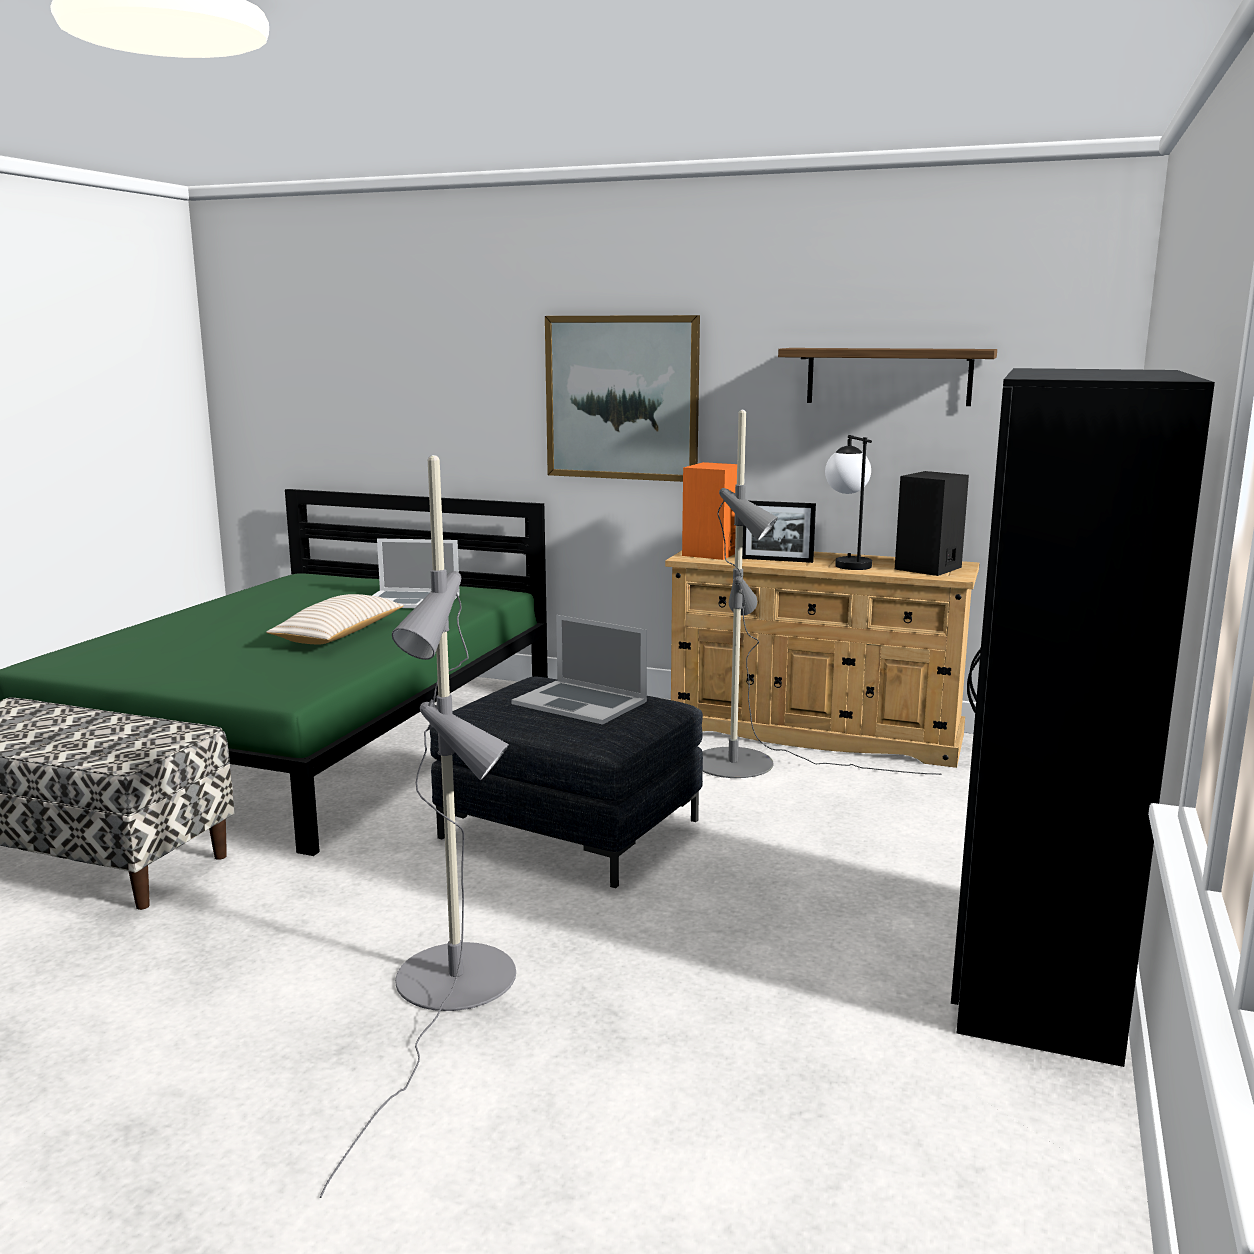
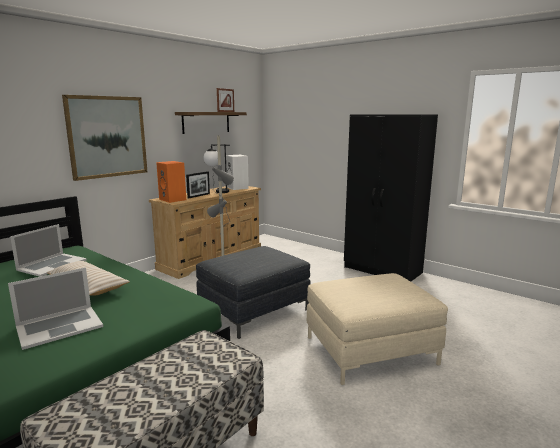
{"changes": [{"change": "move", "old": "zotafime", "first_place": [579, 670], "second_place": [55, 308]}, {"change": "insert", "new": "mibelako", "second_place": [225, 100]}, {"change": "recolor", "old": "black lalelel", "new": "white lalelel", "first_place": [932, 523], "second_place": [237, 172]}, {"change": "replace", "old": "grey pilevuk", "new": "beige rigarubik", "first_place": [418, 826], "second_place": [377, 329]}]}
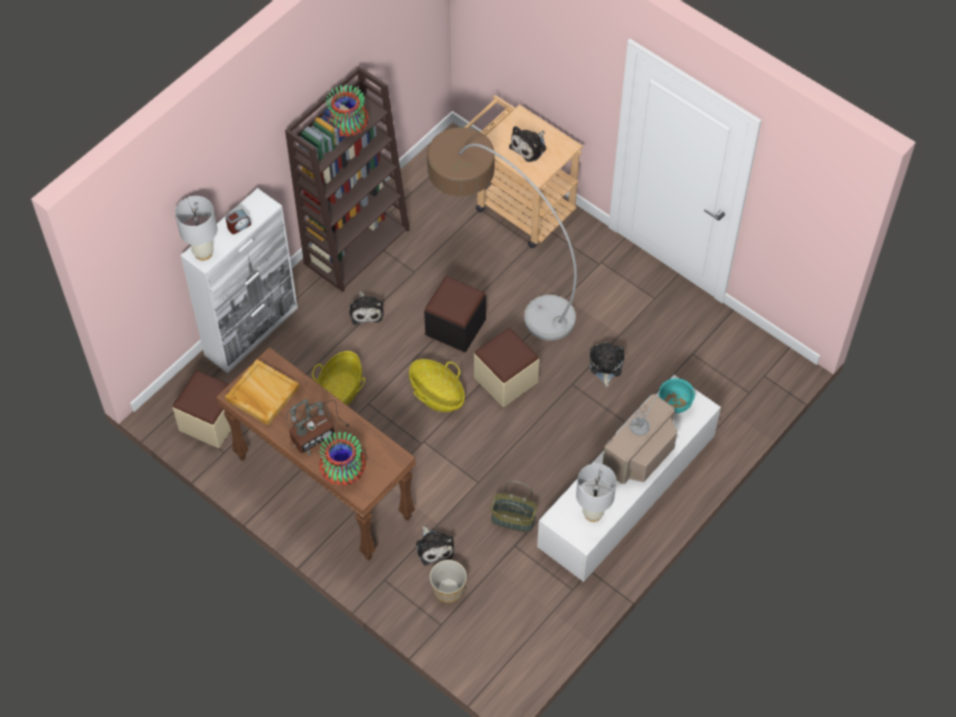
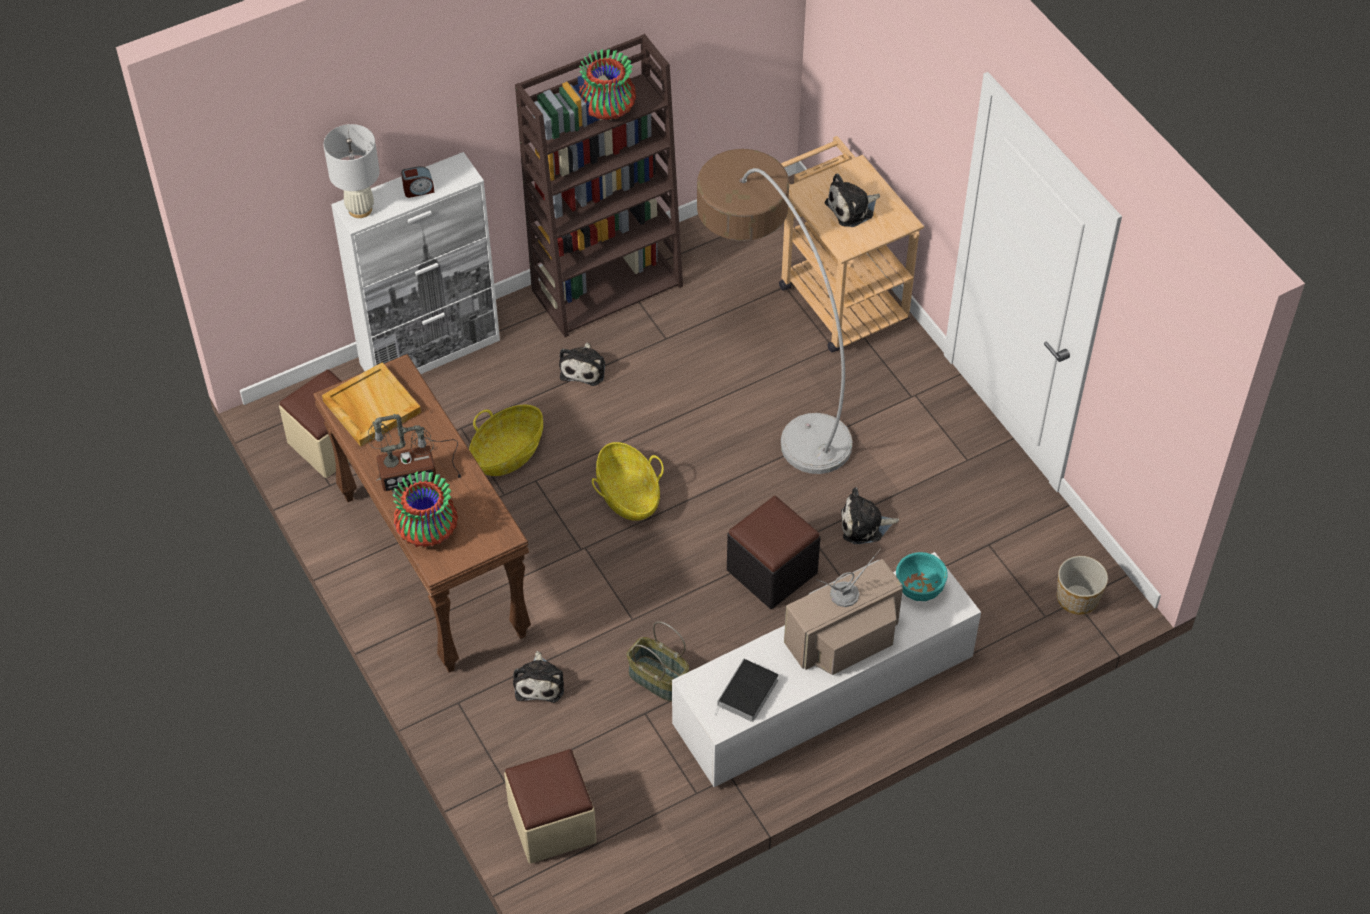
{"changes": [{"change": "move", "old": "beige rigarubik", "first_place": [506, 367], "second_place": [550, 806]}, {"change": "replace", "old": "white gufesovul", "new": "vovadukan", "first_place": [596, 492], "second_place": [747, 690]}, {"change": "move", "old": "black rigarubik", "first_place": [455, 314], "second_place": [773, 552]}, {"change": "rotate", "old": "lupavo", "first_place": [607, 364], "second_place": [870, 515], "degrees": -120}, {"change": "move", "old": "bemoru", "first_place": [448, 581], "second_place": [1082, 585]}]}
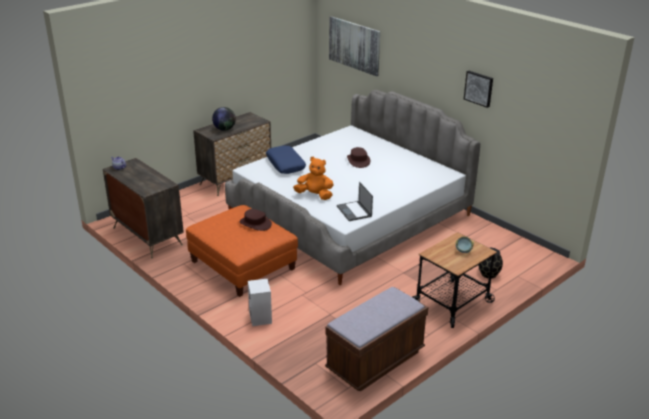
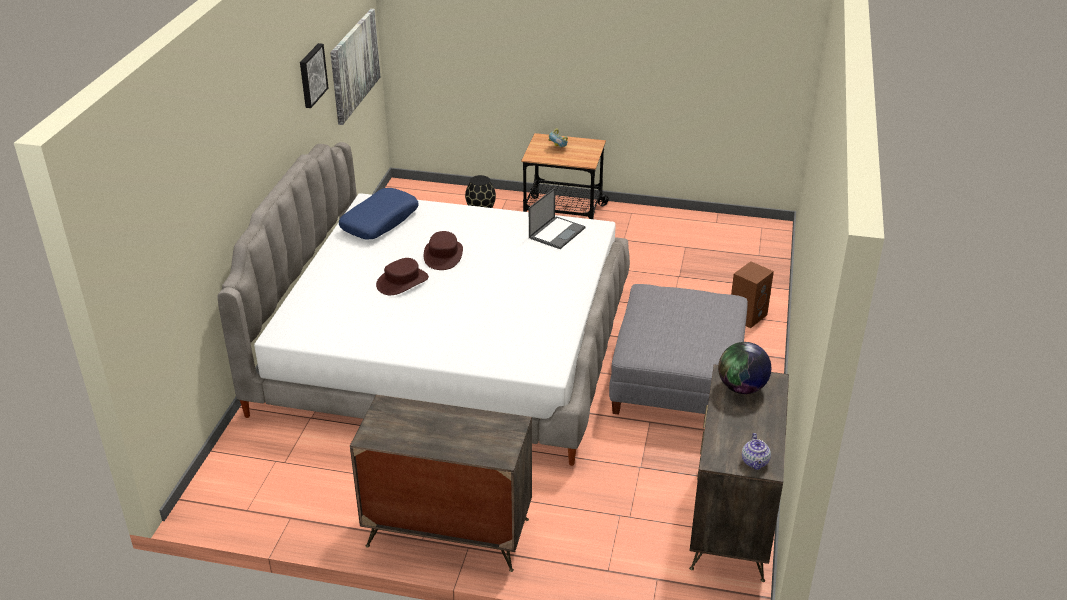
{"changes": [{"change": "move", "old": "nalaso", "first_place": [354, 46], "second_place": [355, 67]}, {"change": "move", "old": "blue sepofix", "first_place": [286, 160], "second_place": [379, 214]}, {"change": "move", "old": "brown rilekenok", "first_place": [256, 220], "second_place": [443, 250]}, {"change": "recolor", "old": "orange rigarubik", "new": "grey rigarubik", "first_place": [242, 251], "second_place": [678, 349]}, {"change": "move", "old": "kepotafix", "first_place": [224, 119], "second_place": [744, 368]}, {"change": "recolor", "old": "white lalelel", "new": "brown lalelel", "first_place": [260, 302], "second_place": [752, 294]}, {"change": "delete", "old": "orange lupavo", "first_place": [313, 178]}, {"change": "delete", "old": "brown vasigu", "first_place": [376, 339]}]}
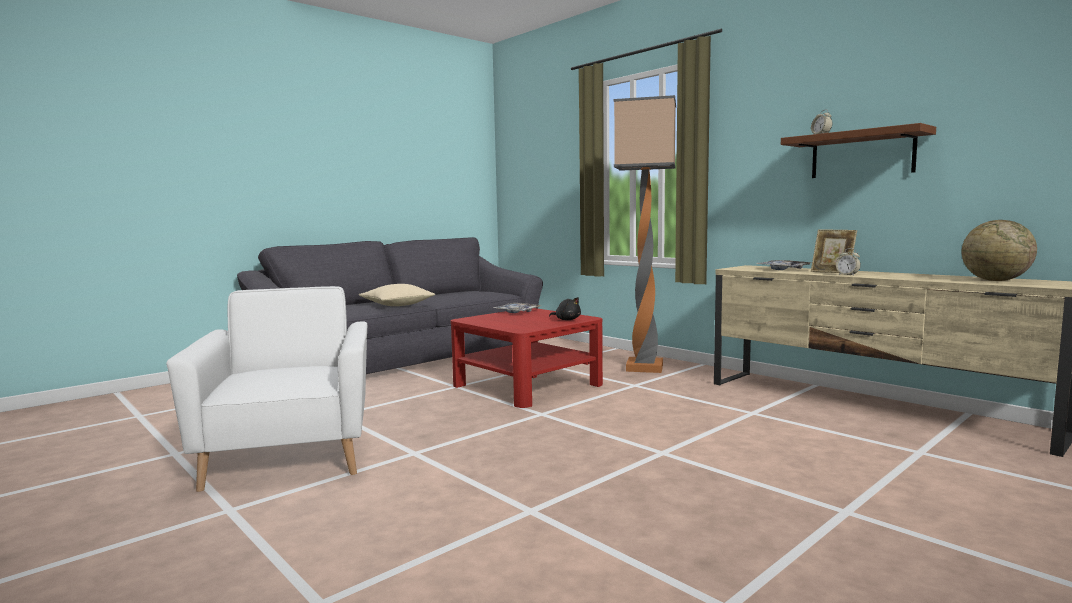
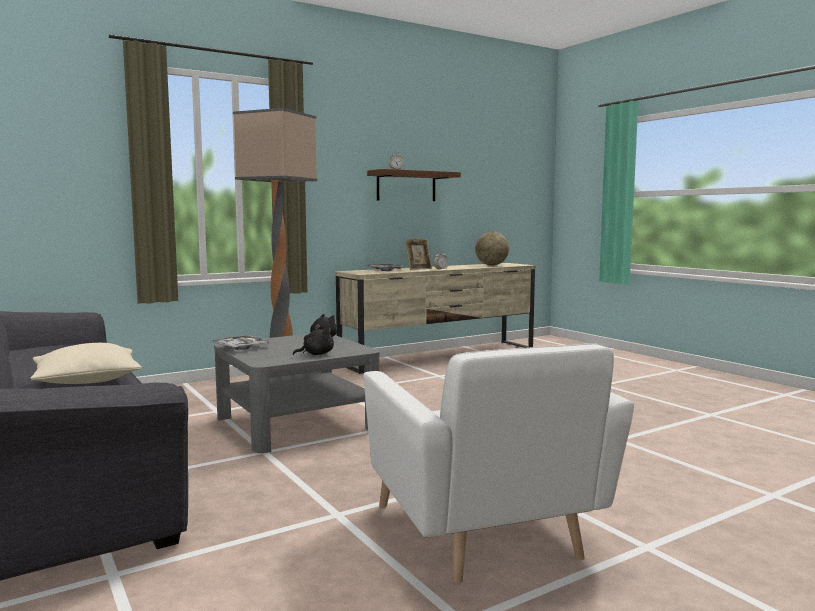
{"changes": [{"change": "recolor", "old": "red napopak", "new": "grey napopak", "first_place": [527, 358], "second_place": [297, 393]}, {"change": "insert", "new": "black lupavo", "second_place": [313, 340]}, {"change": "rotate", "old": "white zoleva", "first_place": [266, 389], "second_place": [498, 463], "degrees": -105}]}
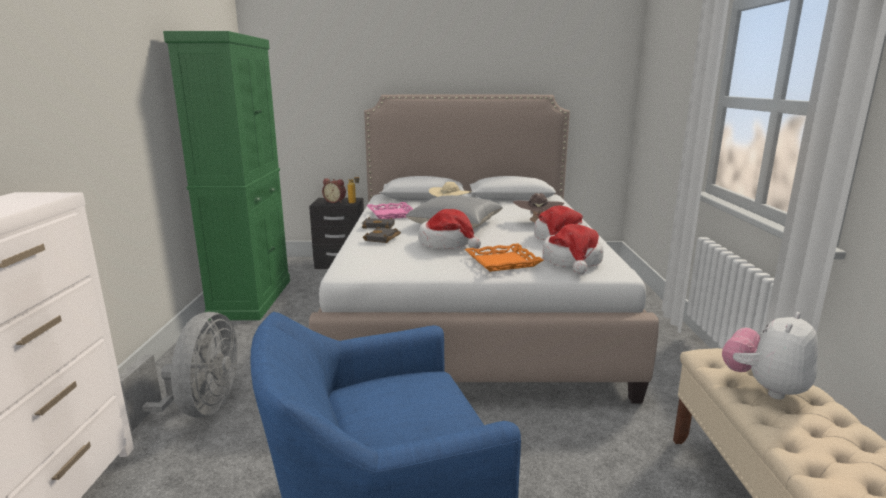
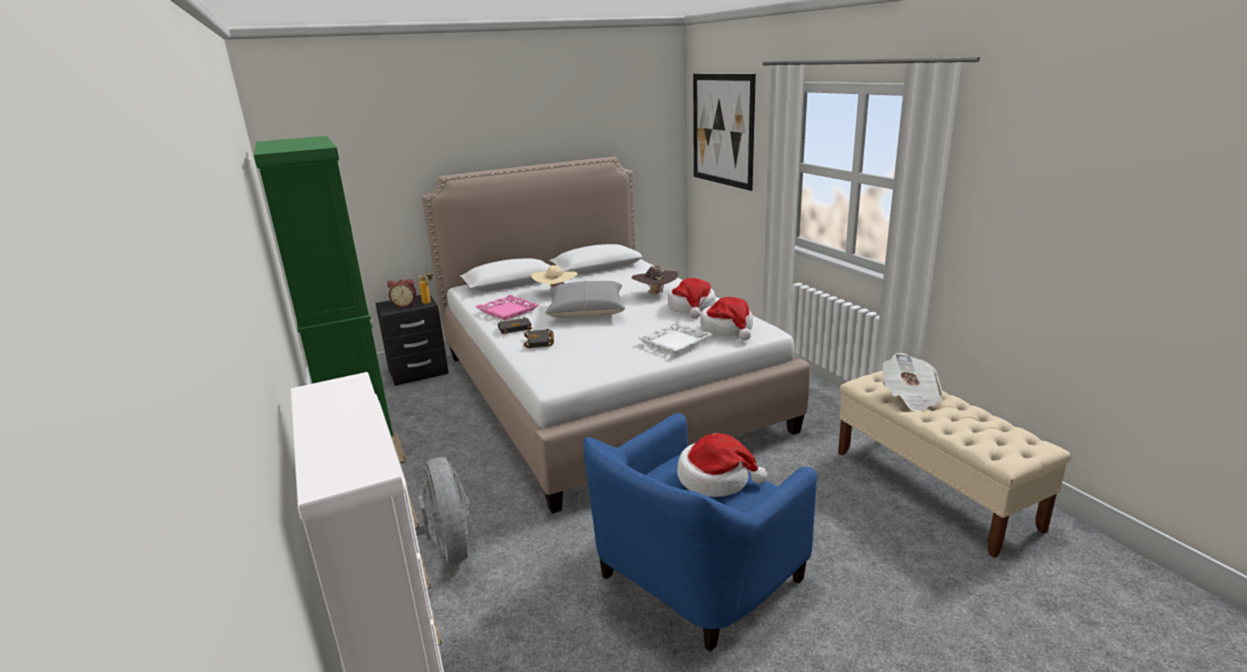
{"changes": [{"change": "recolor", "old": "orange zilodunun", "new": "white zilodunun", "first_place": [504, 257], "second_place": [675, 338]}, {"change": "move", "old": "rilekenok", "first_place": [449, 229], "second_place": [722, 465]}, {"change": "insert", "new": "nalaso", "second_place": [724, 132]}, {"change": "replace", "old": "lupavo", "new": "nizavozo", "first_place": [770, 356], "second_place": [912, 382]}]}
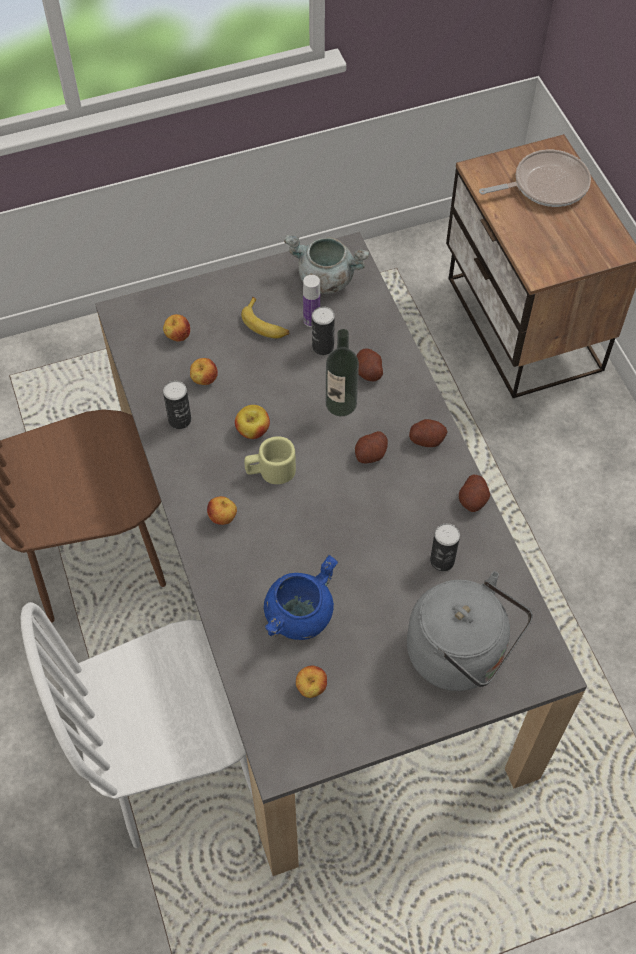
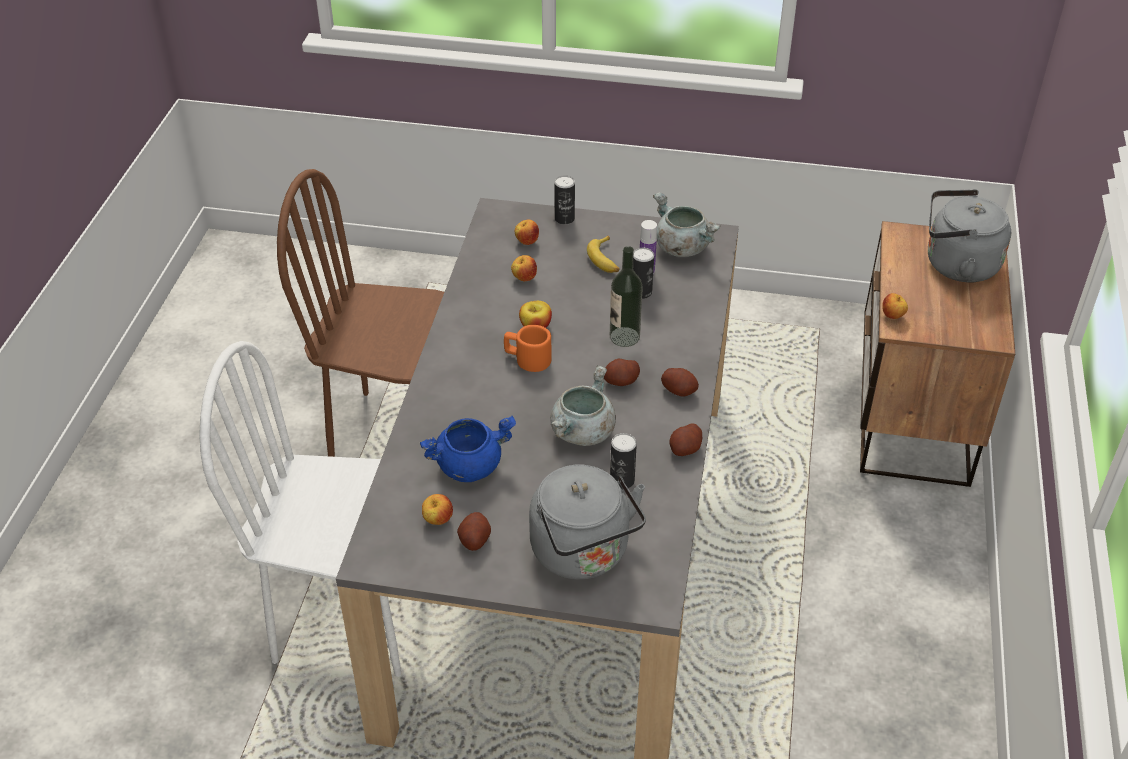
{"changes": [{"change": "move", "old": "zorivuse", "first_place": [370, 364], "second_place": [474, 531]}, {"change": "recolor", "old": "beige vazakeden", "new": "orange vazakeden", "first_place": [270, 460], "second_place": [527, 348]}, {"change": "insert", "new": "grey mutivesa", "second_place": [583, 405]}, {"change": "move", "old": "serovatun", "first_place": [177, 405], "second_place": [564, 200]}, {"change": "move", "old": "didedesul", "first_place": [222, 510], "second_place": [895, 306]}, {"change": "replace", "old": "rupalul", "new": "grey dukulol", "first_place": [535, 178], "second_place": [969, 236]}]}
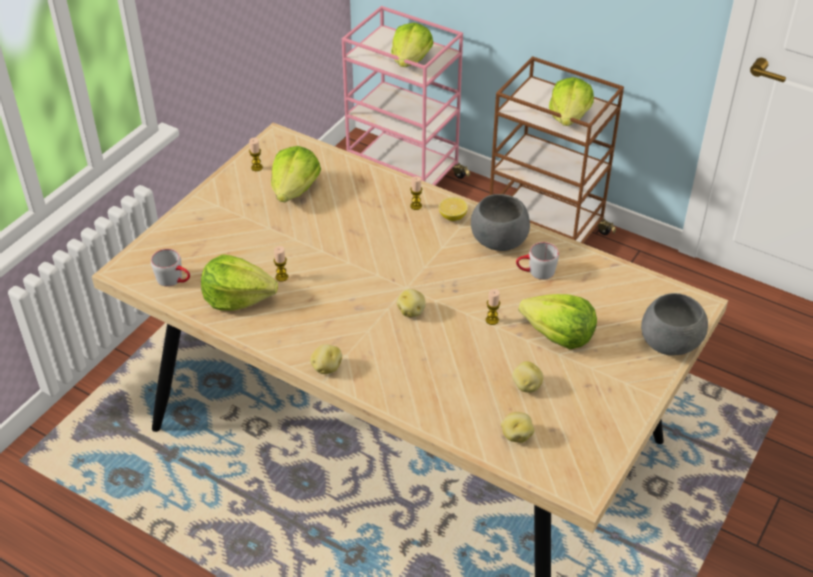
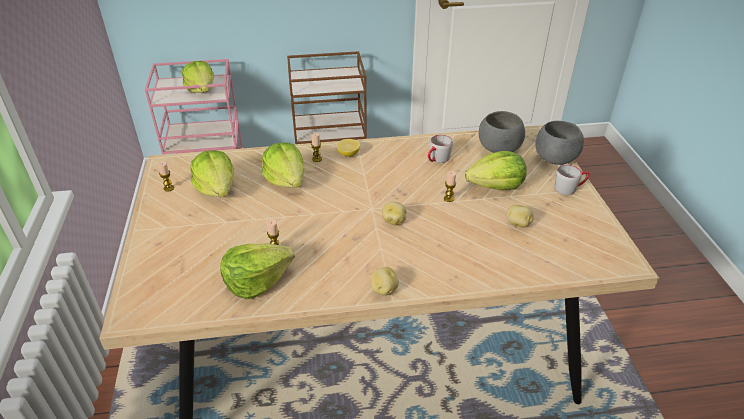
{"changes": [{"change": "move", "old": "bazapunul", "first_place": [571, 101], "second_place": [283, 165]}, {"change": "move", "old": "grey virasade", "first_place": [500, 222], "second_place": [502, 132]}, {"change": "move", "old": "grey vazakeden", "first_place": [170, 268], "second_place": [572, 179]}, {"change": "delete", "old": "zorivuse", "first_place": [518, 427]}]}
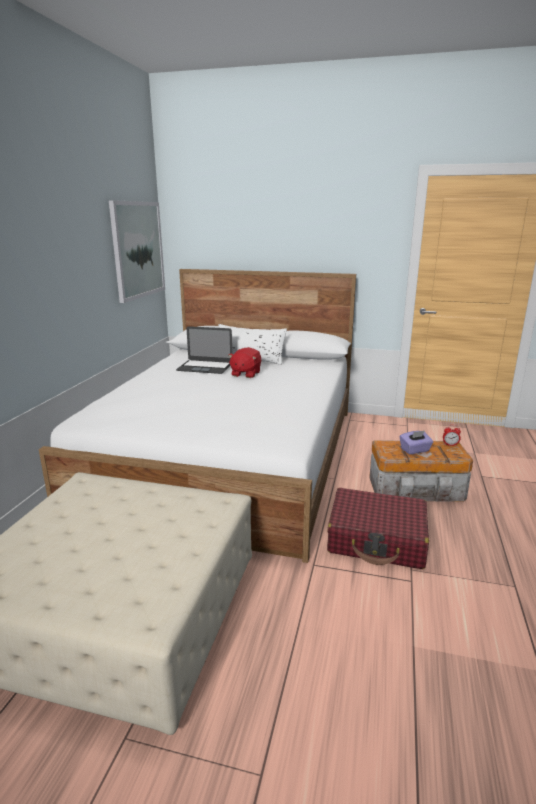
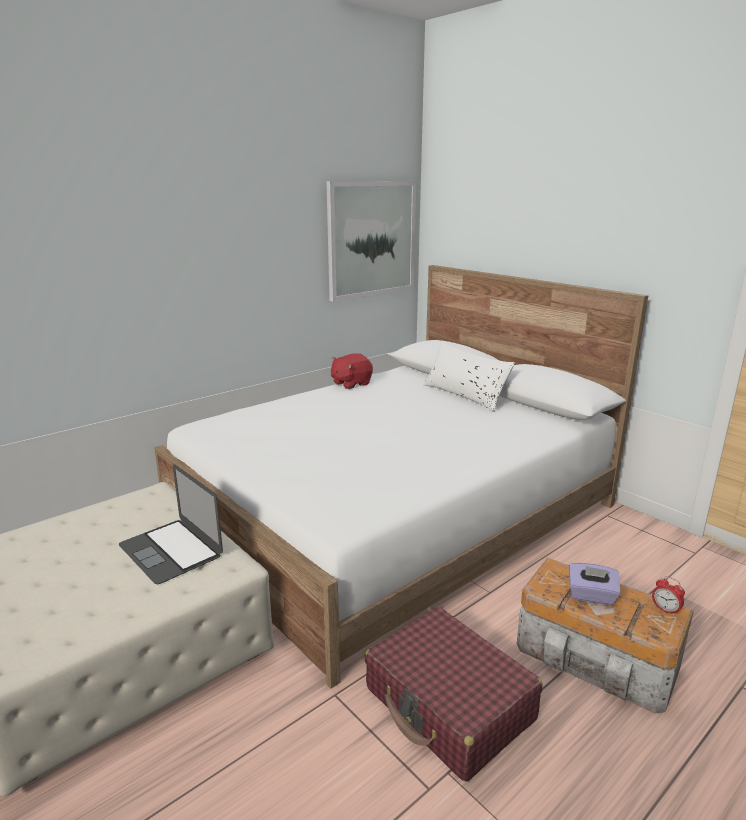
{"changes": [{"change": "move", "old": "zotafime", "first_place": [204, 350], "second_place": [171, 524]}, {"change": "move", "old": "red lupavo", "first_place": [244, 362], "second_place": [352, 371]}]}
